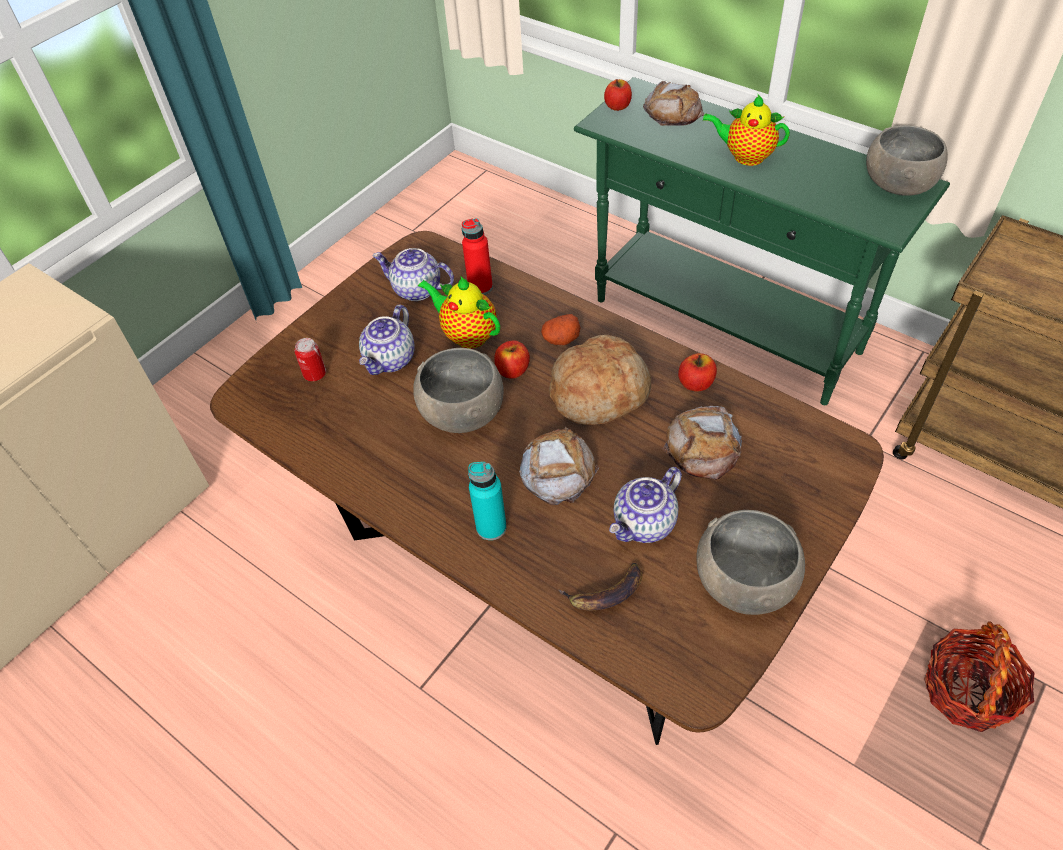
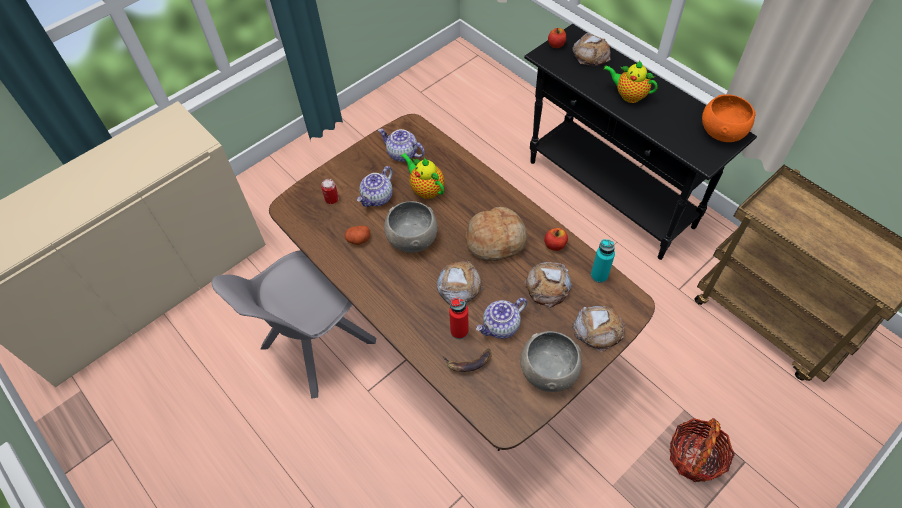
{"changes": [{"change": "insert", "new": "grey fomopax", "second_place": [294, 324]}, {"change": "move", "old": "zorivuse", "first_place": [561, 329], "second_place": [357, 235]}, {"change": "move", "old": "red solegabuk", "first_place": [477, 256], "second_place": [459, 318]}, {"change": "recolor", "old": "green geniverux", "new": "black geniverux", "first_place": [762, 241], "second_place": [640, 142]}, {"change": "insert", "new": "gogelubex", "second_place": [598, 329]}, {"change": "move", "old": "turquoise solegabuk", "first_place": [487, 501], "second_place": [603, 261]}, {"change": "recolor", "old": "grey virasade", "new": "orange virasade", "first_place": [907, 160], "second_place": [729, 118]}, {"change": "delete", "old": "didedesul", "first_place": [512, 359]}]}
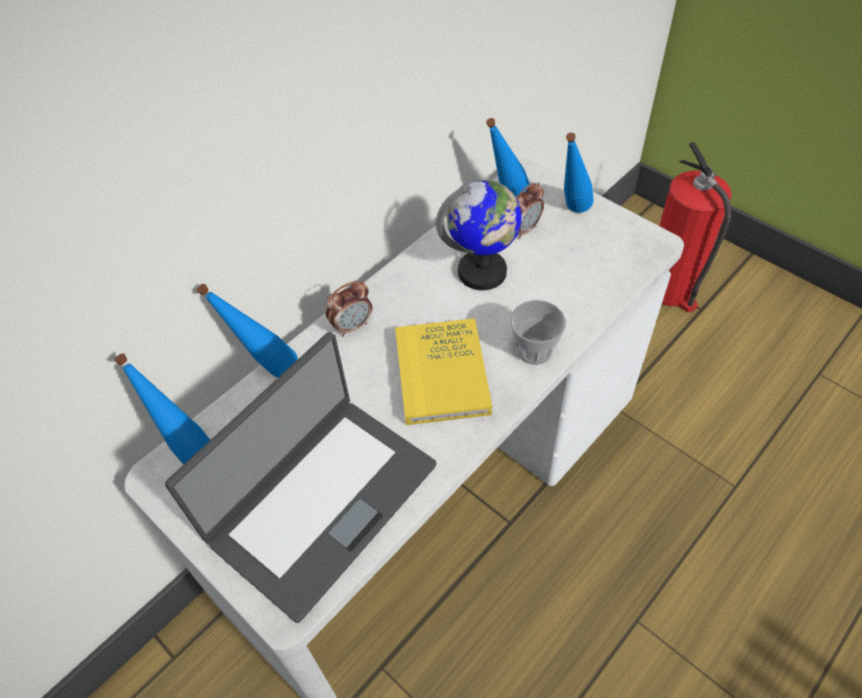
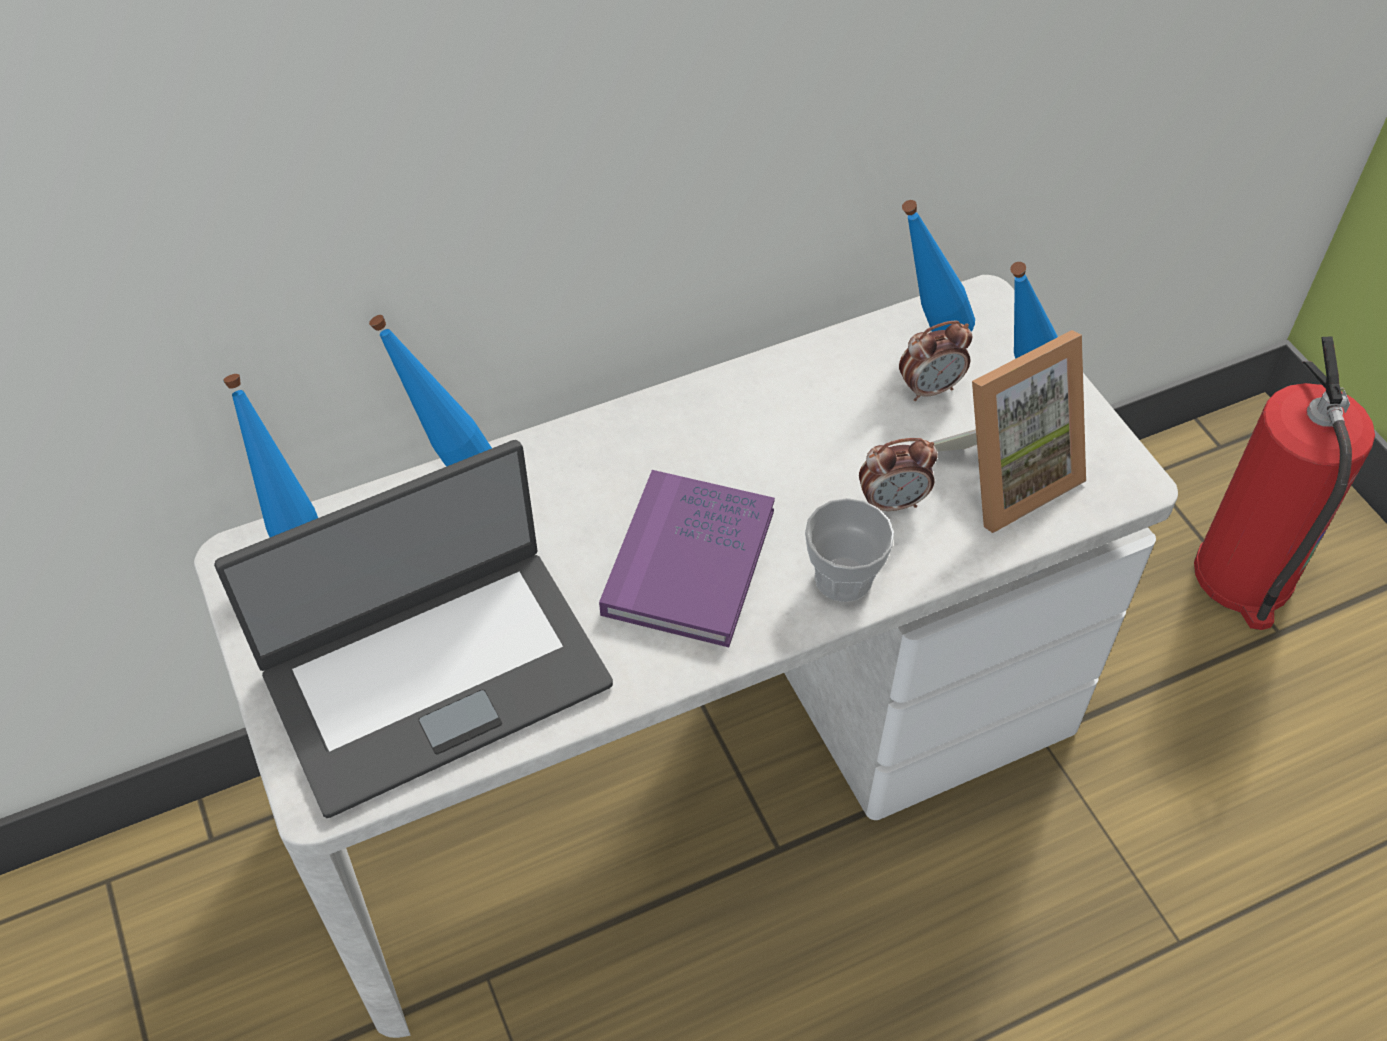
{"changes": [{"change": "recolor", "old": "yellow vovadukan", "new": "purple vovadukan", "first_place": [443, 371], "second_place": [687, 558]}, {"change": "move", "old": "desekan", "first_place": [349, 309], "second_place": [898, 474]}, {"change": "insert", "new": "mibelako", "second_place": [1008, 431]}, {"change": "delete", "old": "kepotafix", "first_place": [478, 235]}]}
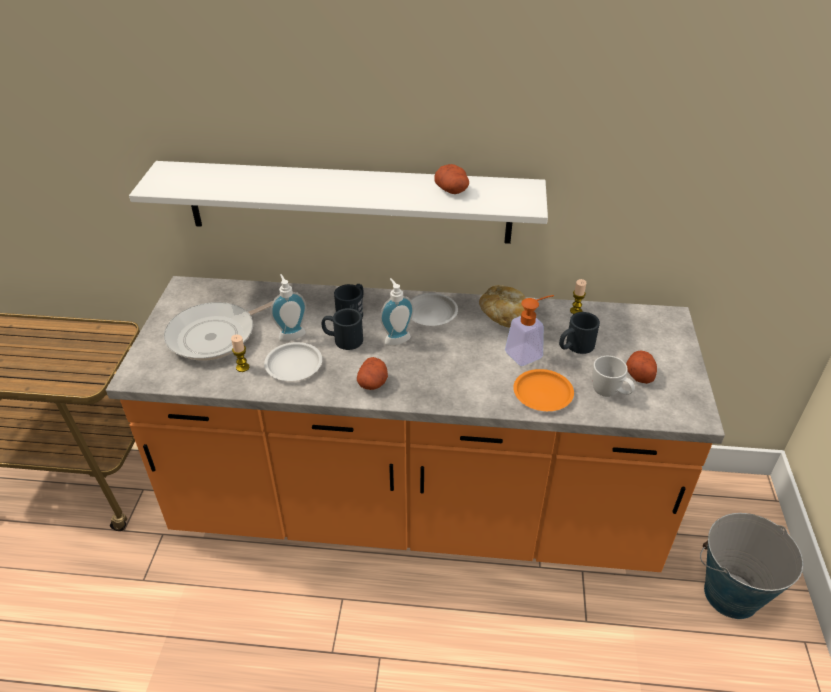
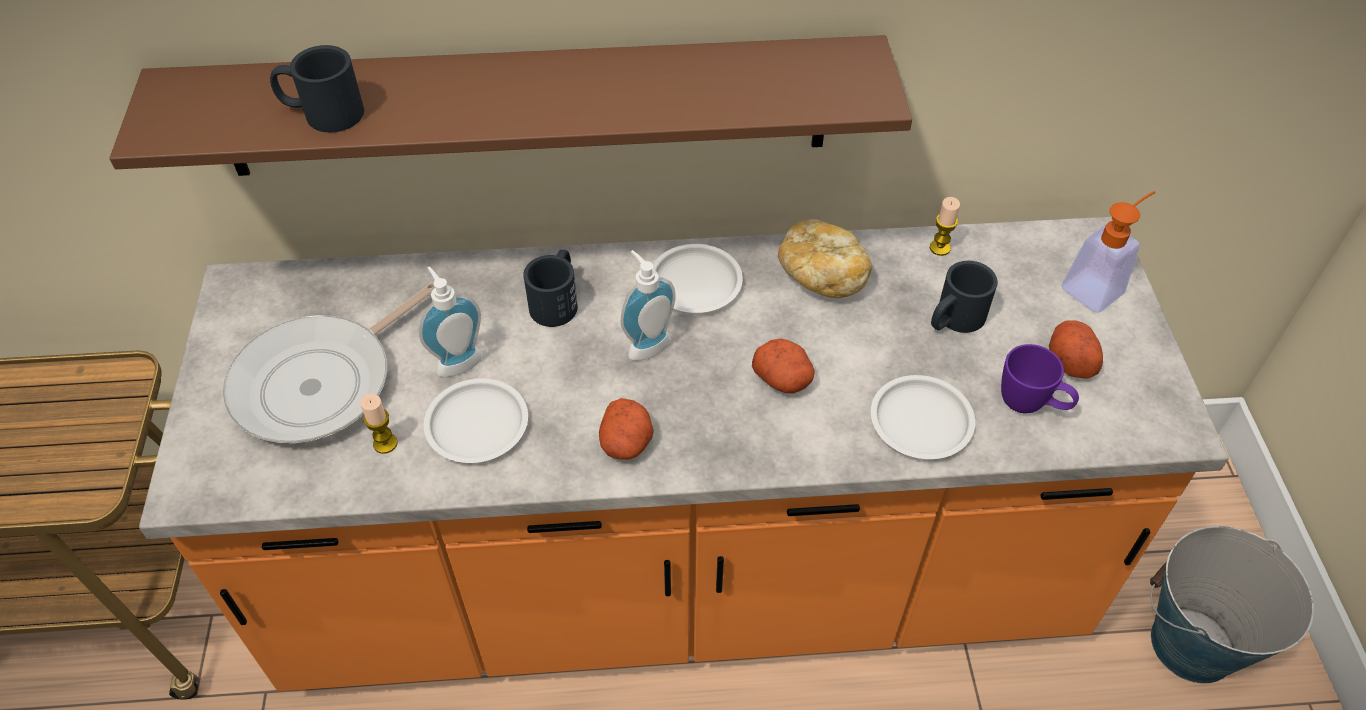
{"changes": [{"change": "recolor", "old": "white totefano", "new": "brown totefano", "first_place": [338, 202], "second_place": [511, 105]}, {"change": "move", "old": "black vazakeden", "first_place": [342, 329], "second_place": [317, 88]}, {"change": "move", "old": "zorivuse", "first_place": [452, 179], "second_place": [783, 366]}, {"change": "recolor", "old": "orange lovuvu", "new": "white lovuvu", "first_place": [543, 390], "second_place": [923, 417]}, {"change": "recolor", "old": "white vazakeden", "new": "purple vazakeden", "first_place": [613, 376], "second_place": [1040, 378]}, {"change": "move", "old": "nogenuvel", "first_place": [529, 330], "second_place": [1108, 252]}]}
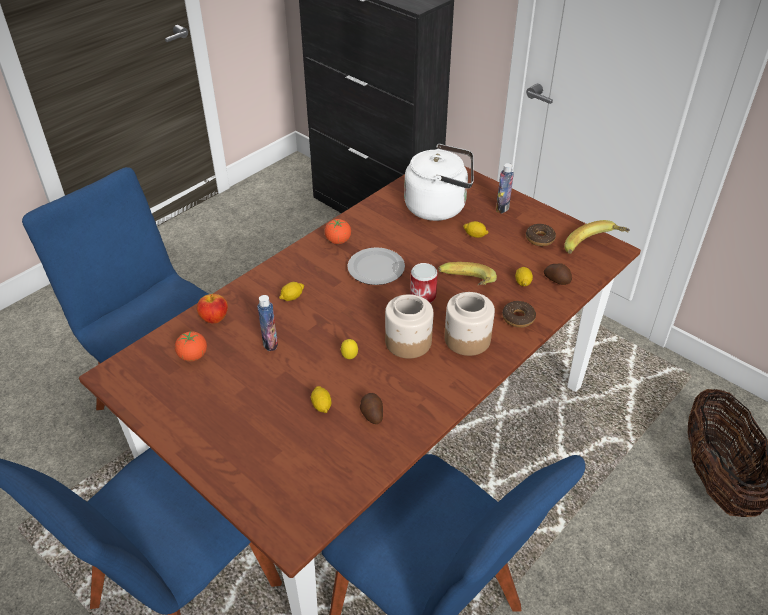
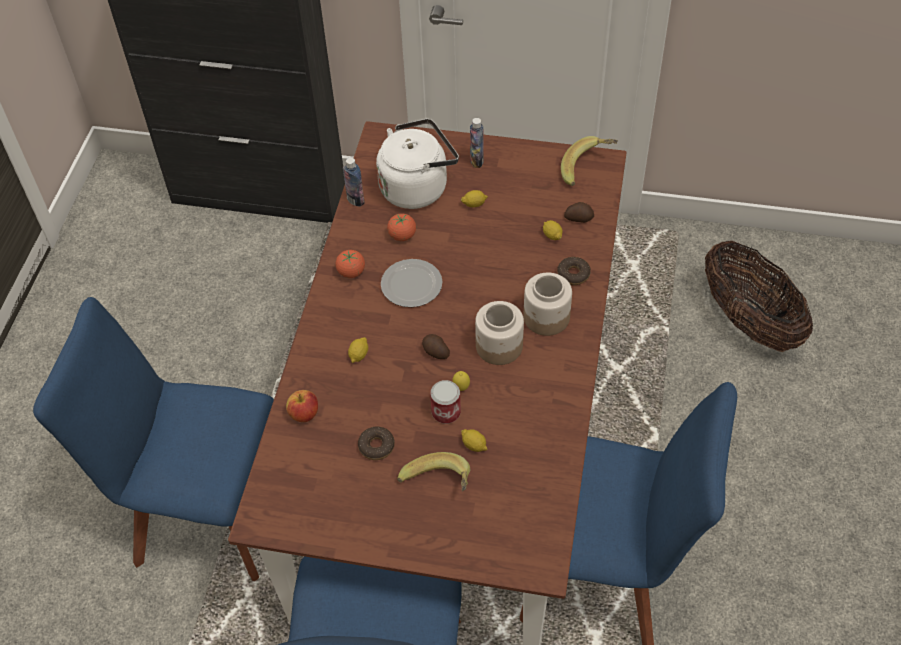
{"changes": [{"change": "move", "old": "solegabuk", "first_place": [267, 323], "second_place": [354, 182]}, {"change": "move", "old": "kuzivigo", "first_place": [541, 235], "second_place": [376, 443]}, {"change": "move", "old": "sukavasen", "first_place": [191, 346], "second_place": [401, 227]}, {"change": "move", "old": "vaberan", "first_place": [467, 274], "second_place": [433, 471]}, {"change": "move", "old": "zorivuse", "first_place": [371, 408], "second_place": [436, 346]}, {"change": "move", "old": "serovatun", "first_place": [424, 283], "second_place": [445, 402]}]}
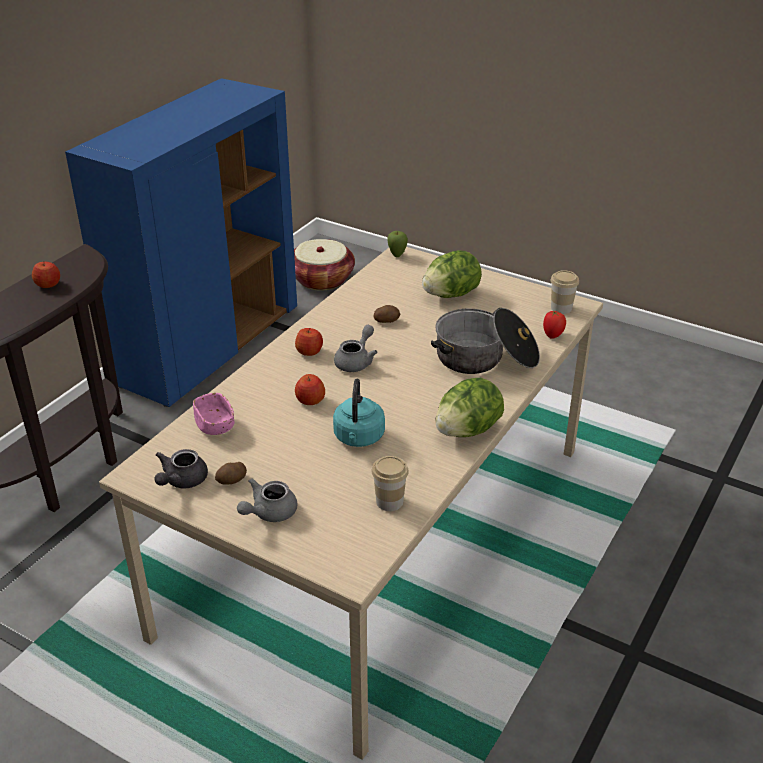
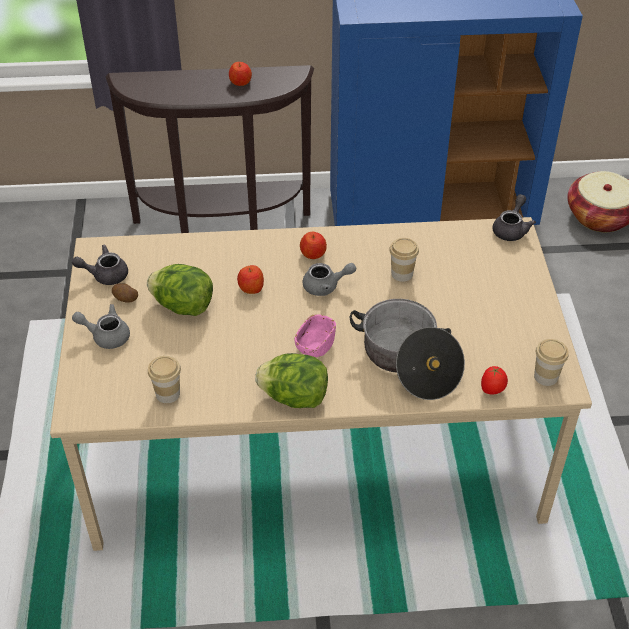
{"changes": [{"change": "move", "old": "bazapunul", "first_place": [452, 274], "second_place": [180, 290]}, {"change": "move", "old": "pink virasade", "first_place": [214, 414], "second_place": [315, 335]}, {"change": "replace", "old": "zorivuse", "new": "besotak", "first_place": [387, 314], "second_place": [404, 260]}, {"change": "replace", "old": "didedesul", "new": "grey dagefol", "first_place": [397, 244], "second_place": [514, 217]}, {"change": "delete", "old": "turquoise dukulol", "first_place": [359, 413]}]}
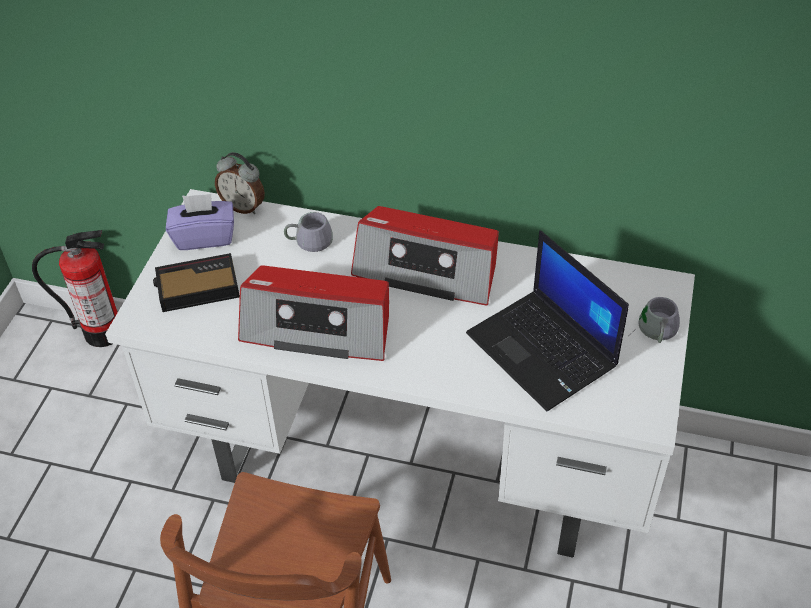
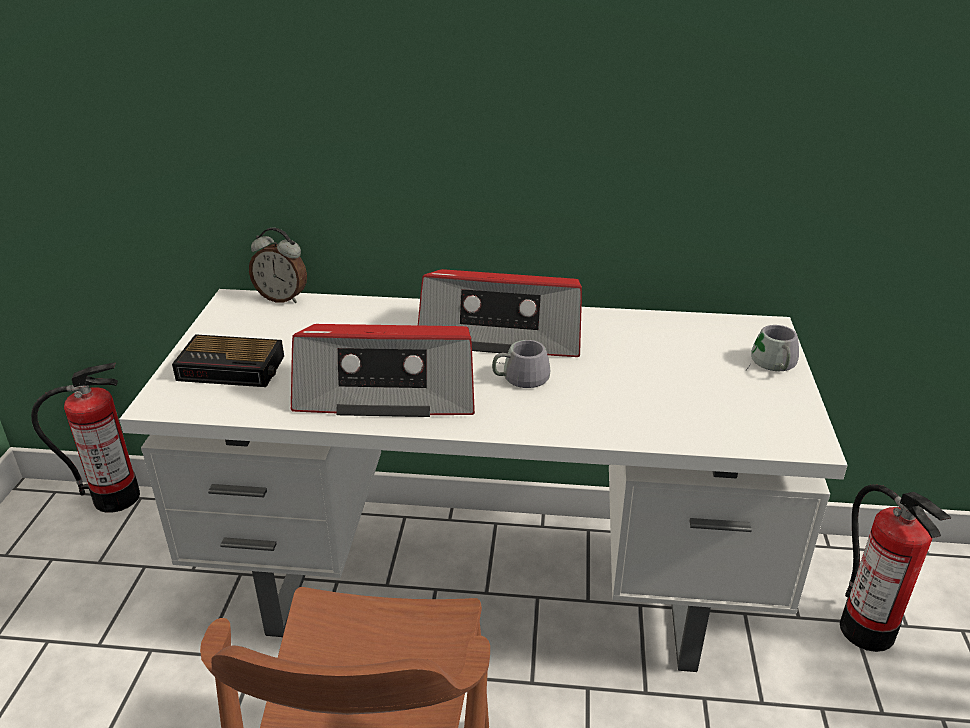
{"changes": [{"change": "rotate", "old": "desekan", "first_place": [196, 282], "second_place": [228, 360], "degrees": -150}, {"change": "move", "old": "grey vazakeden", "first_place": [308, 232], "second_place": [521, 364]}, {"change": "insert", "new": "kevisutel", "second_place": [895, 568]}, {"change": "delete", "old": "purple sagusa", "first_place": [200, 222]}, {"change": "delete", "old": "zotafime", "first_place": [547, 320]}]}
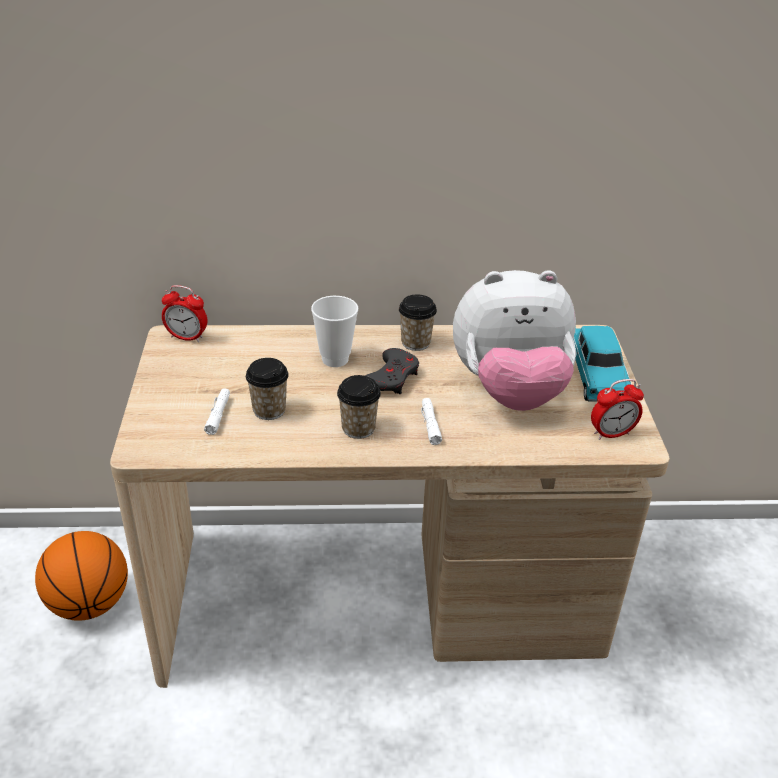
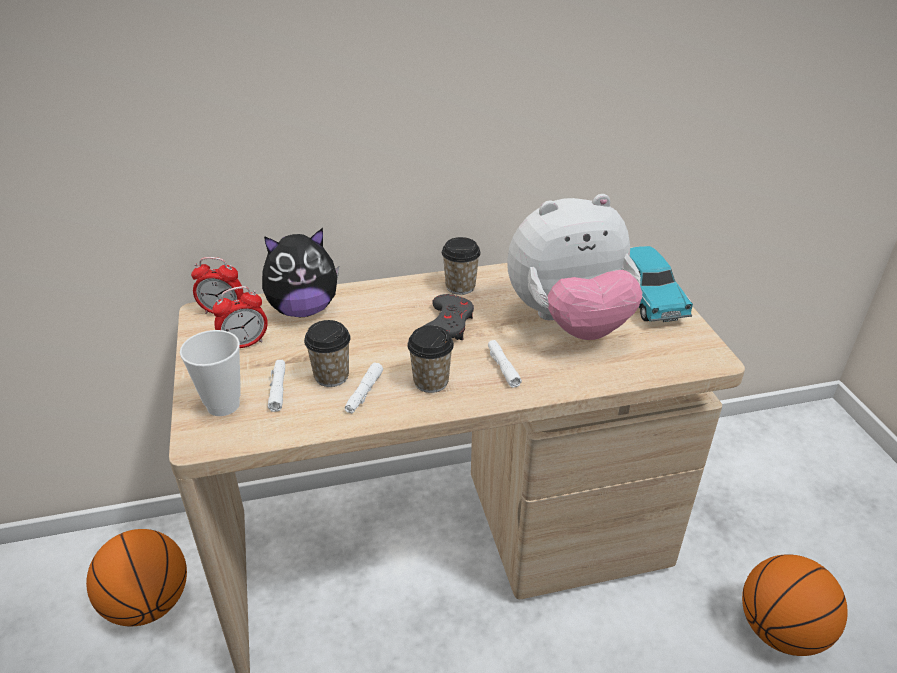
{"changes": [{"change": "move", "old": "besotak", "first_place": [334, 331], "second_place": [210, 373]}, {"change": "move", "old": "desekan", "first_place": [617, 409], "second_place": [240, 317]}, {"change": "insert", "new": "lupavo", "second_place": [300, 272]}, {"change": "insert", "new": "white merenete", "second_place": [364, 387]}, {"change": "insert", "new": "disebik", "second_place": [795, 605]}]}
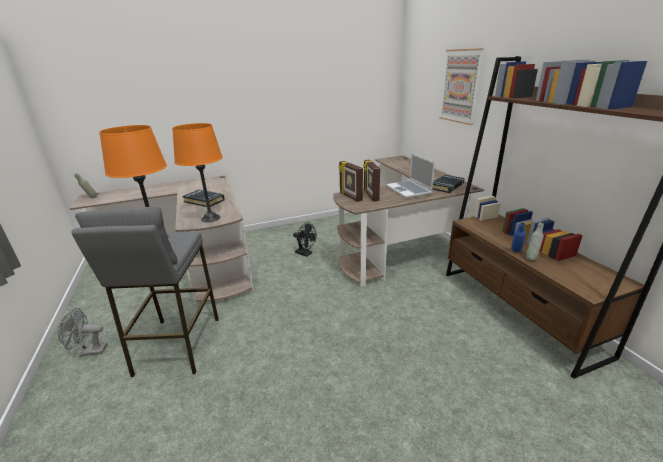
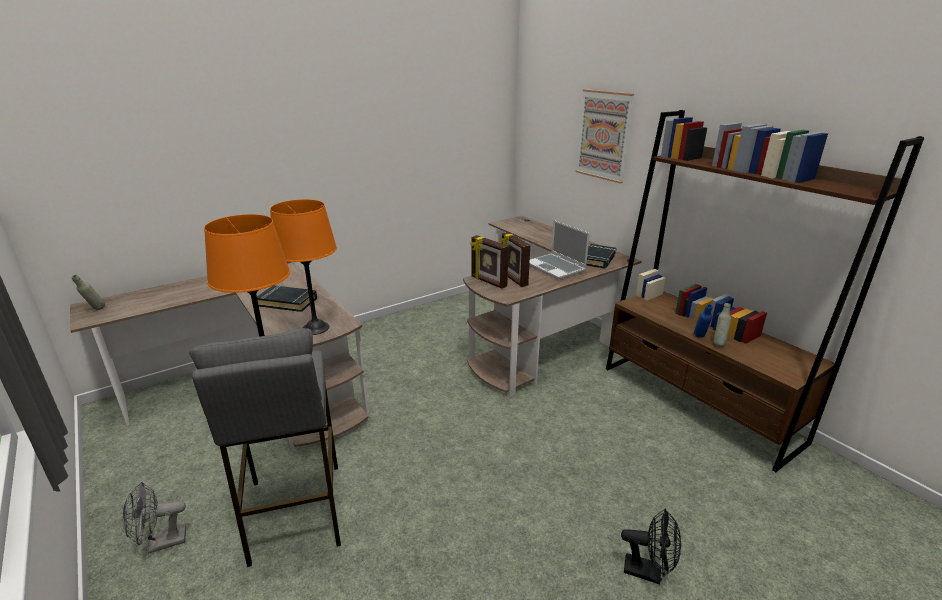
{"changes": [{"change": "move", "old": "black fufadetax", "first_place": [305, 240], "second_place": [651, 546]}]}
